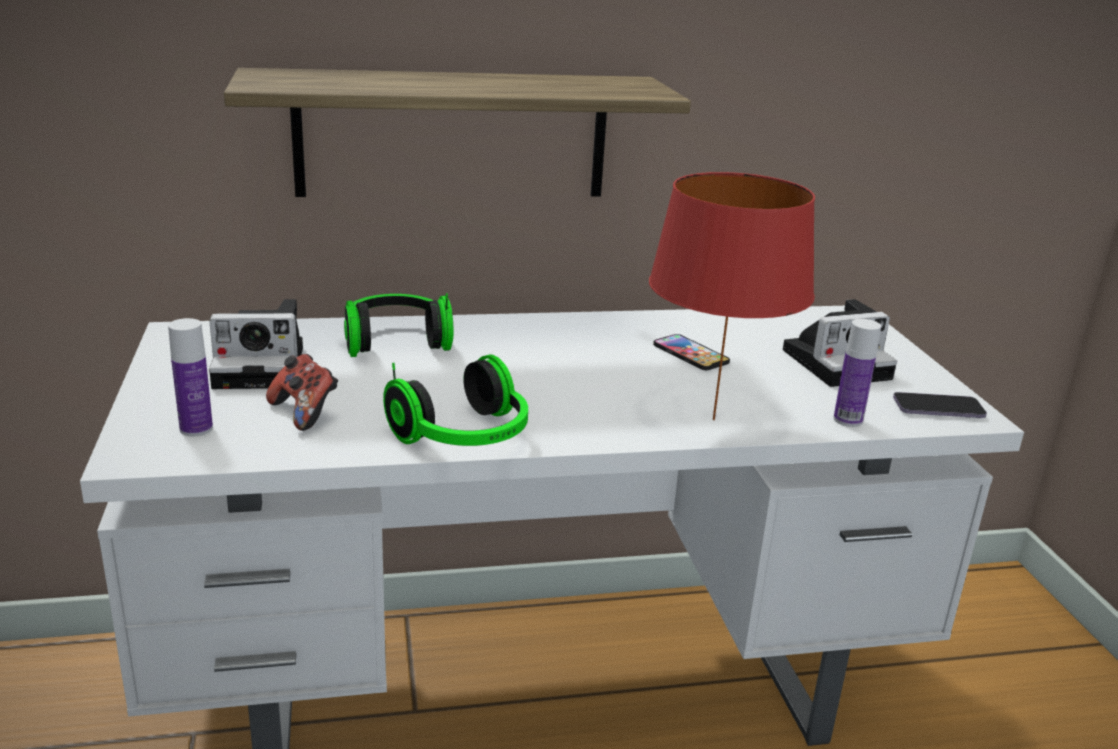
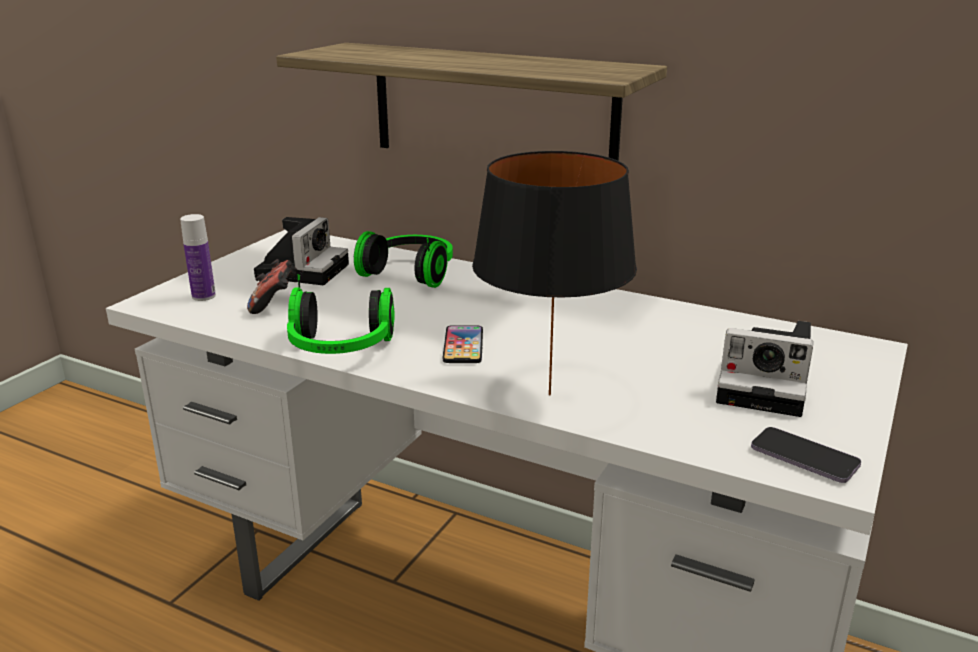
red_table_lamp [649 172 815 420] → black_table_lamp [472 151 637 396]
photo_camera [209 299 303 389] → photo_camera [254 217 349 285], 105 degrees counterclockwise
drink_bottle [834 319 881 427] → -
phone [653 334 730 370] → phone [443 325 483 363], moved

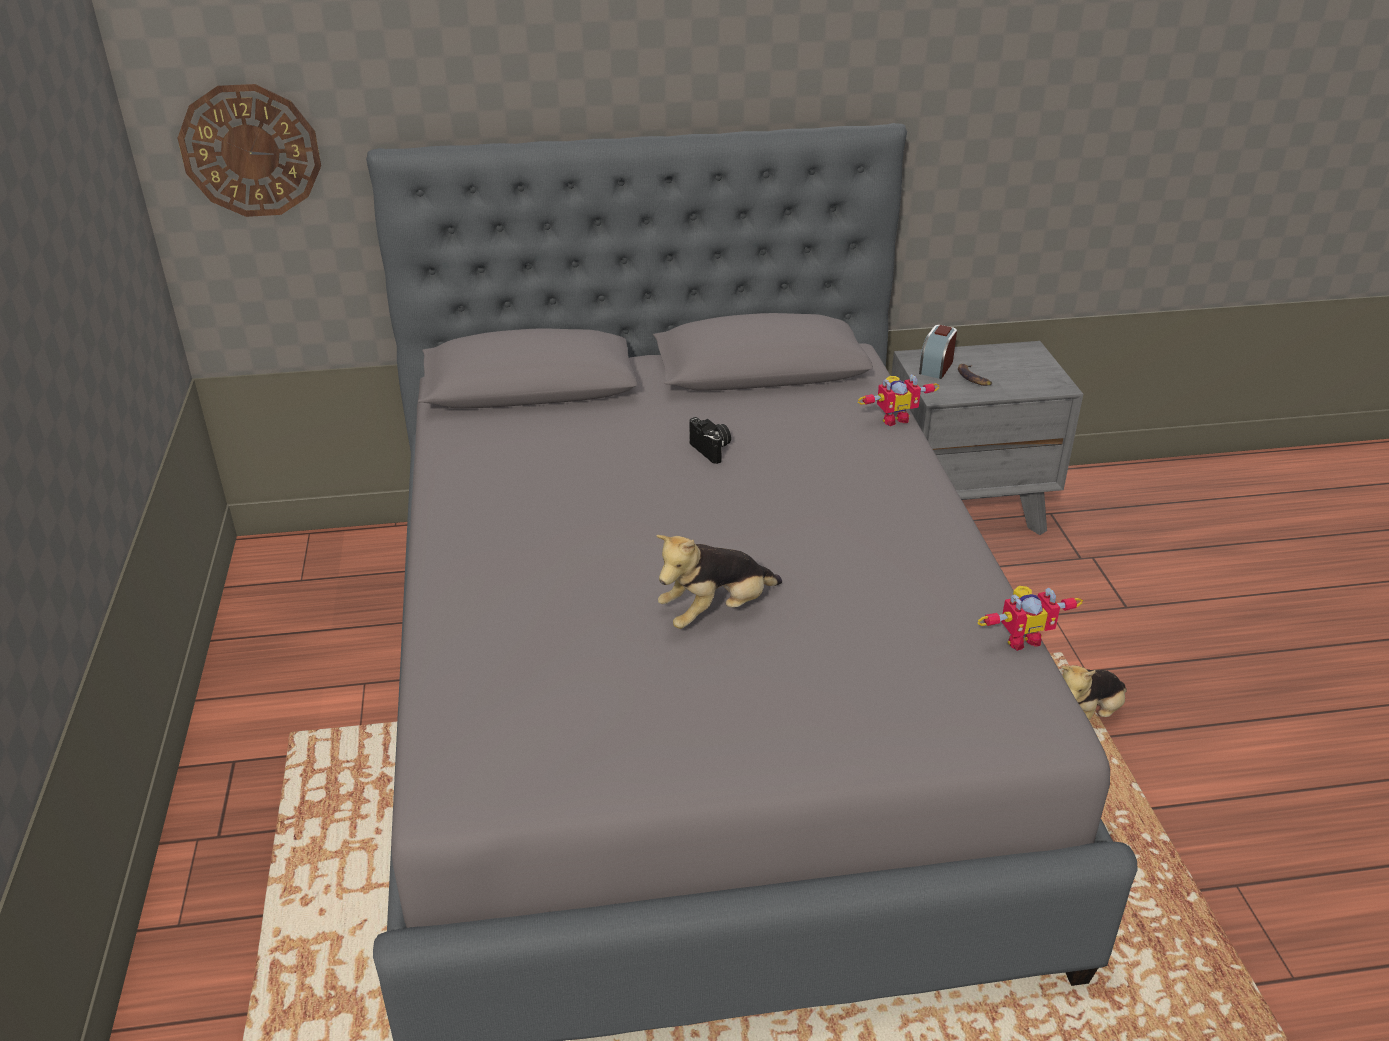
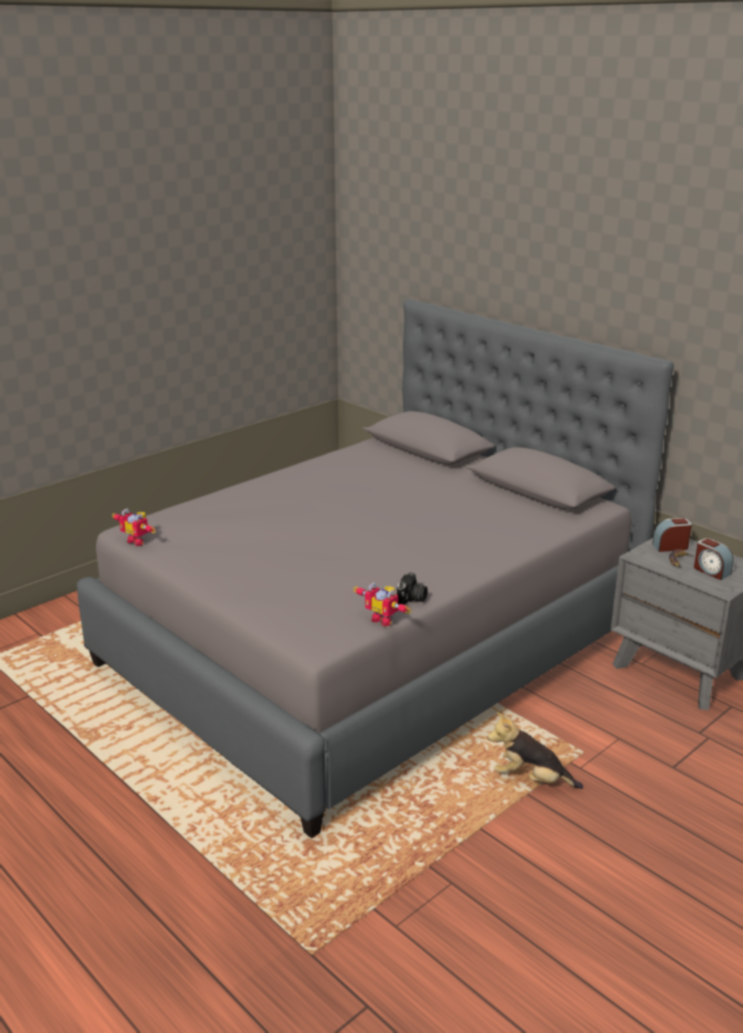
hanging_clock [177 84 321 217] → -
model_robot [858 374 940 426] → model_robot [112 509 156 546], moved
photo_camera [689 417 731 464] → photo_camera [397 572 428 605], moved
cuddly_toy [656 535 782 629] → -
- → alarm_clock [694 538 734 580]

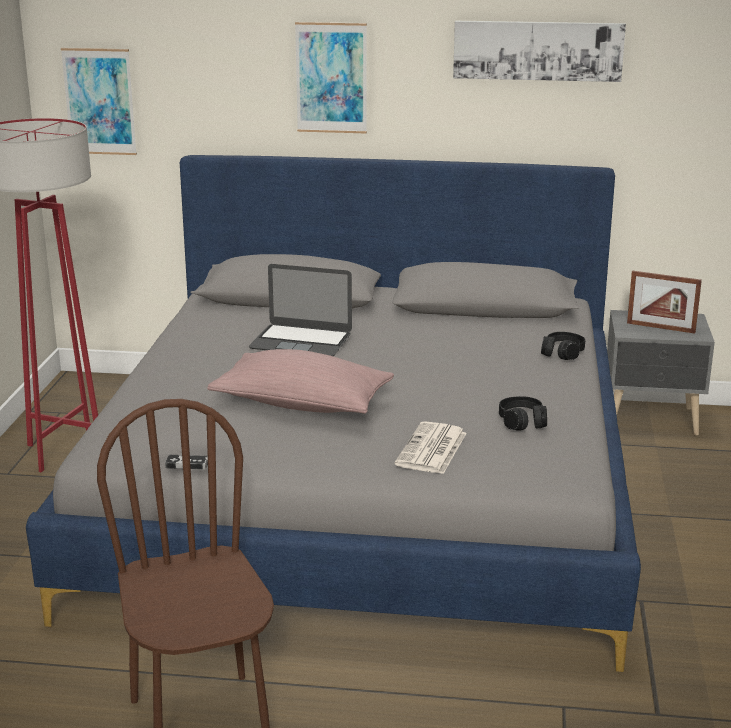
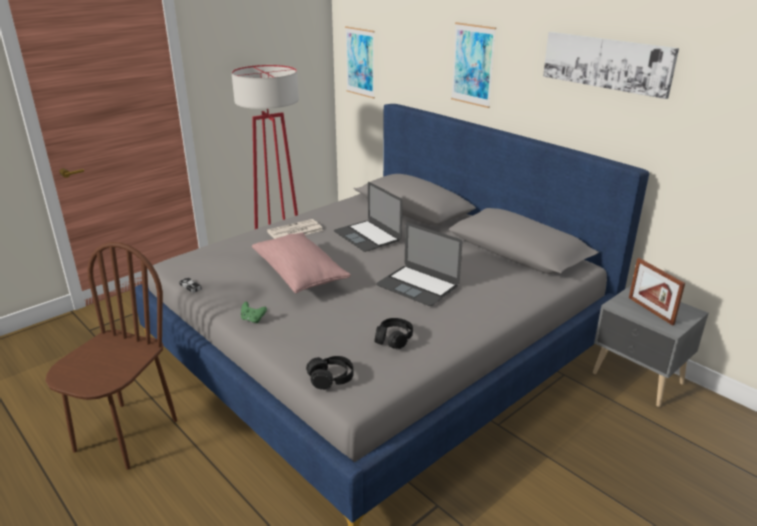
black_headphones [541 332 585 360] → black_headphones [306 356 353 390], moved
newspaper [394 421 467 474] → newspaper [267 219 323 239], moved
- → laptop [376 223 462 306]
- → greenish_game_controller [241 302 267 324]

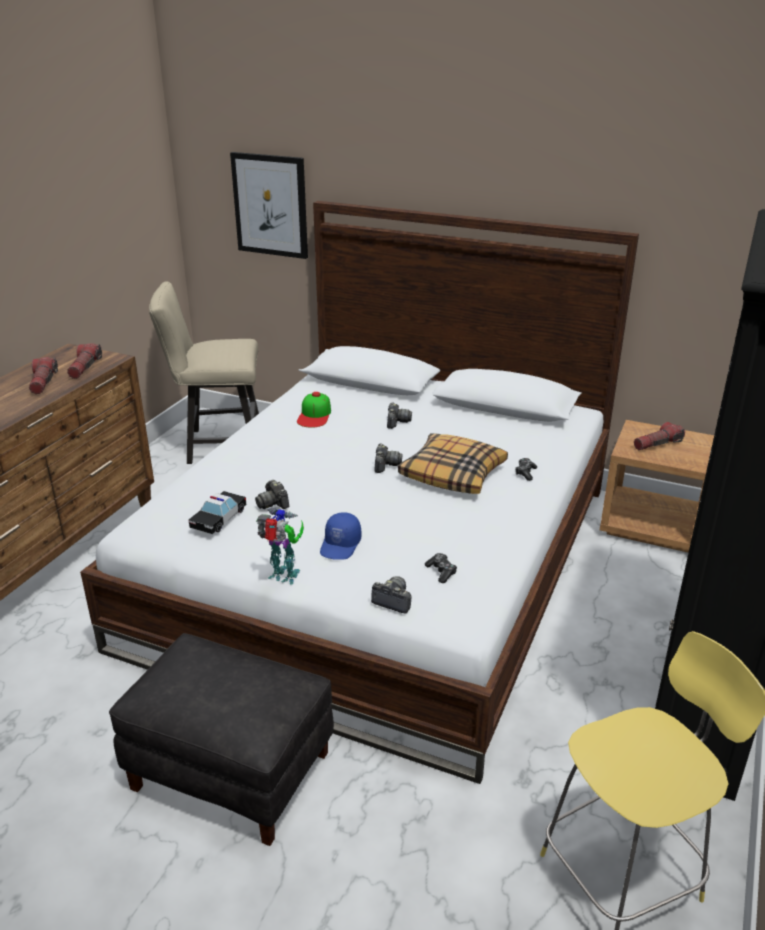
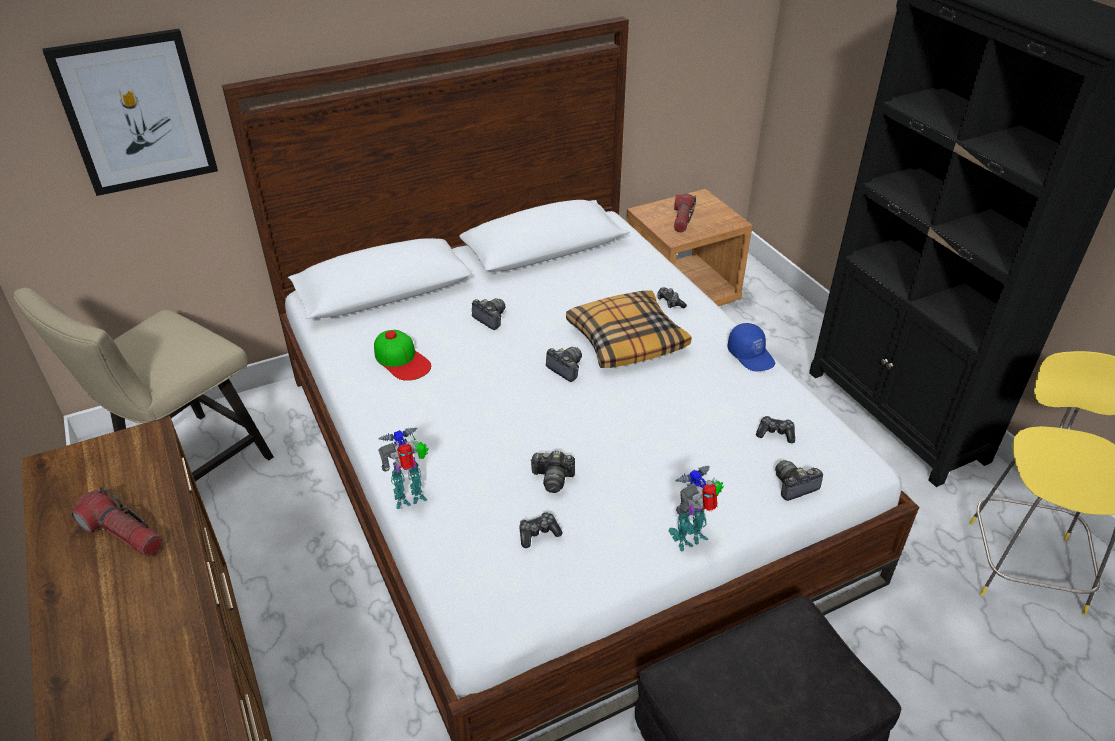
torch [67 343 102 379] → -
toy_car [188 491 246 534] → game_controller [519 512 562 548]
blue-coloured_peaked_cap [320 512 361 560] → blue-coloured_peaked_cap [728 323 775 371], moved
- → model_robot [378 428 429 509]

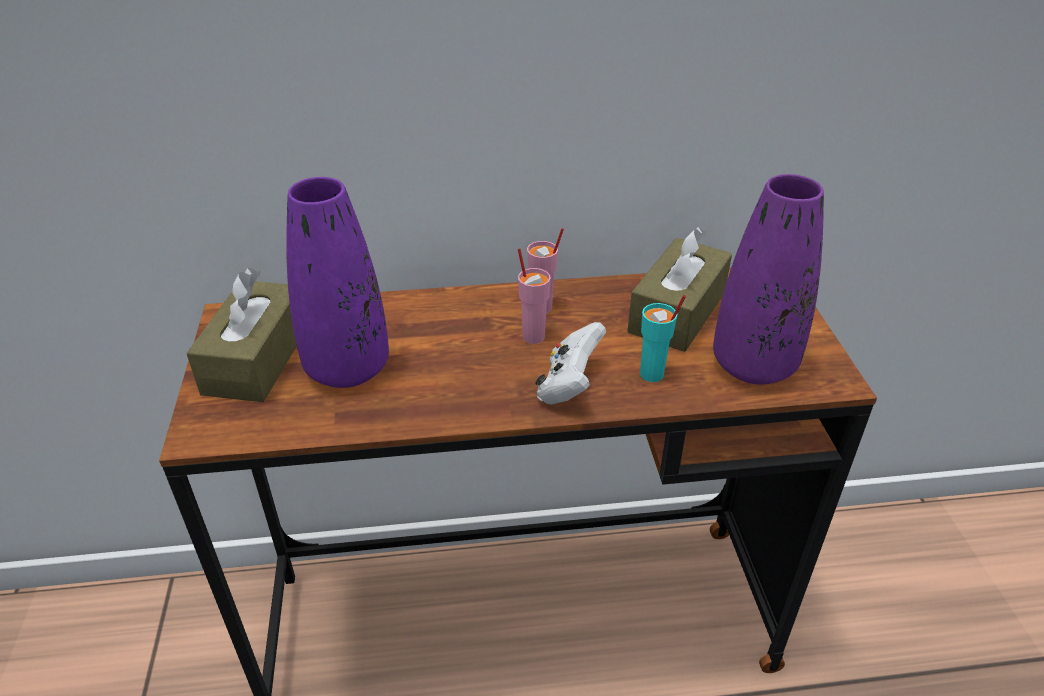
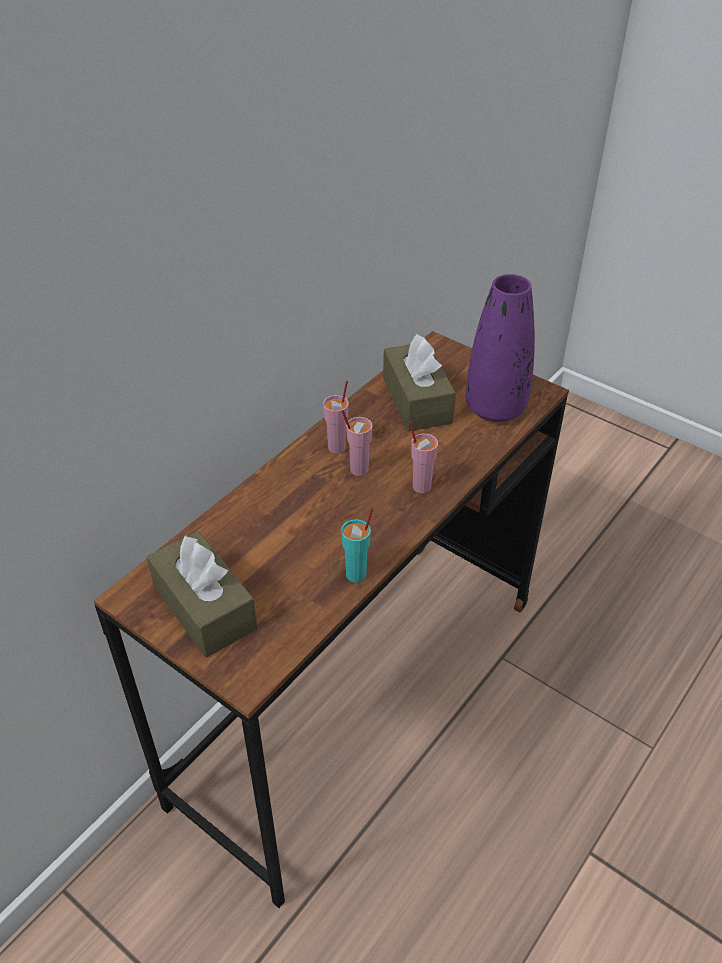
purple-coloured_flower_vase [286 177 389 388] → -
turquoise-coloured_small_cup [640 295 686 382] → turquoise-coloured_small_cup [341 508 374 583], moved
white_game_controller [535 322 606 405] → pink_small_cup [409 421 438 493]

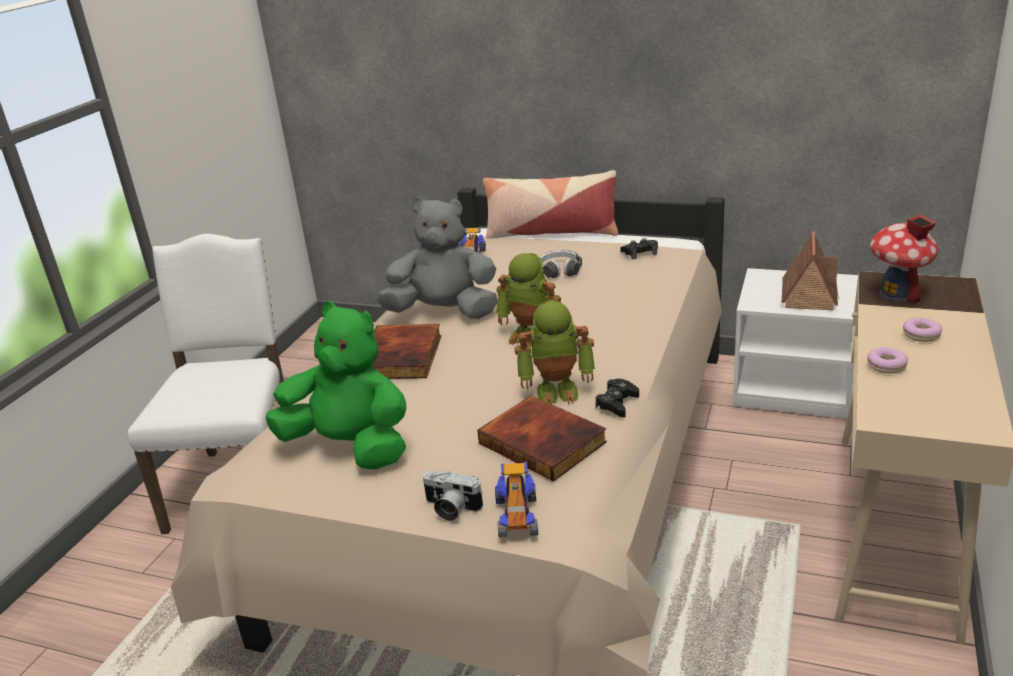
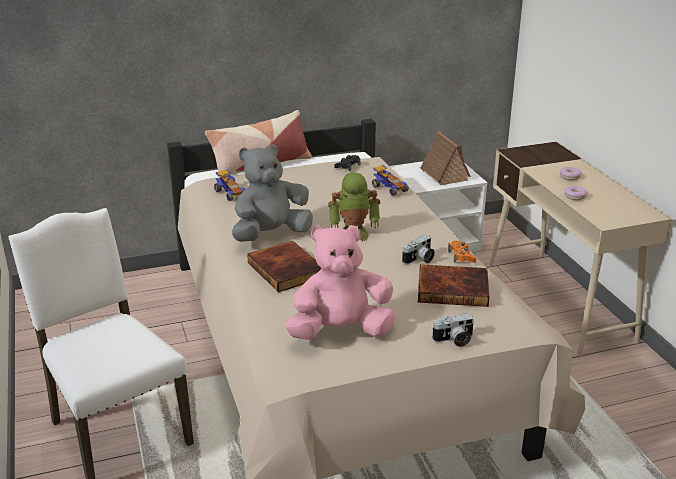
toy_house [870 214 938 304] → -
headphones [540 250 582 278] → -
model_robot [515 300 595 404] → photo_camera [402 235 435 264]
greenish_cuddly_toy [266 301 407 470] → pink_cuddly_toy [285 225 396 340]
black_game_controller [595 379 639 417] → orange-coloured_game_controller [448 241 476 263]
toy_car [495 462 538 538] → toy_car [372 165 409 196], moved

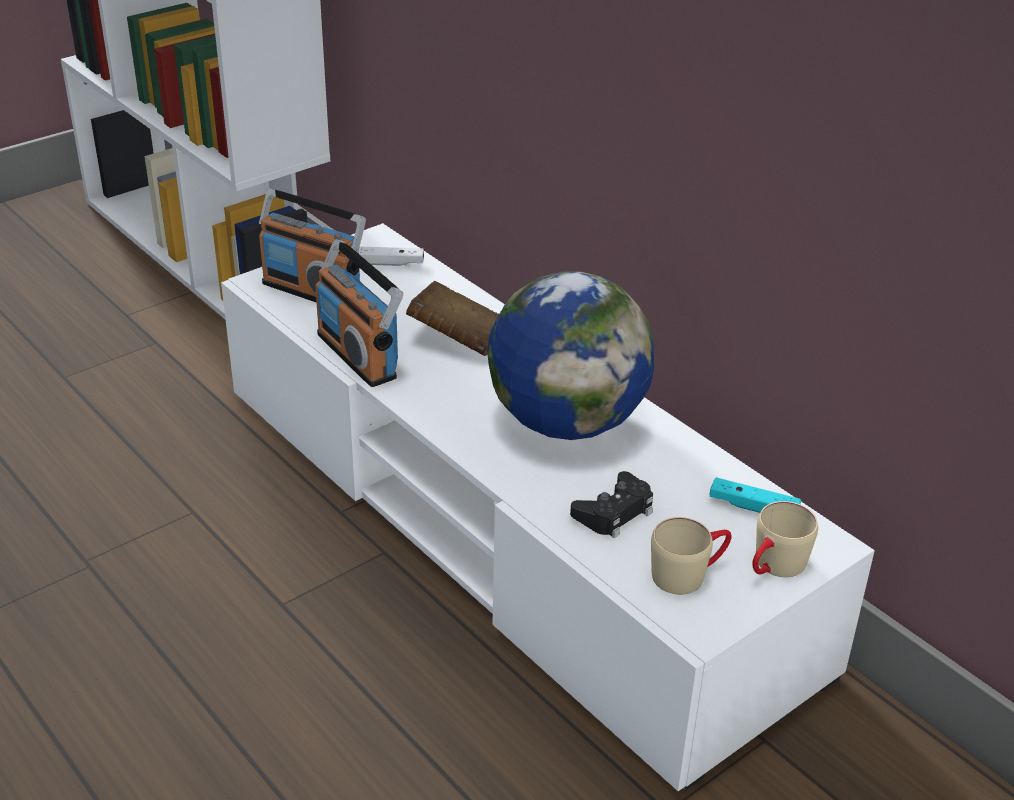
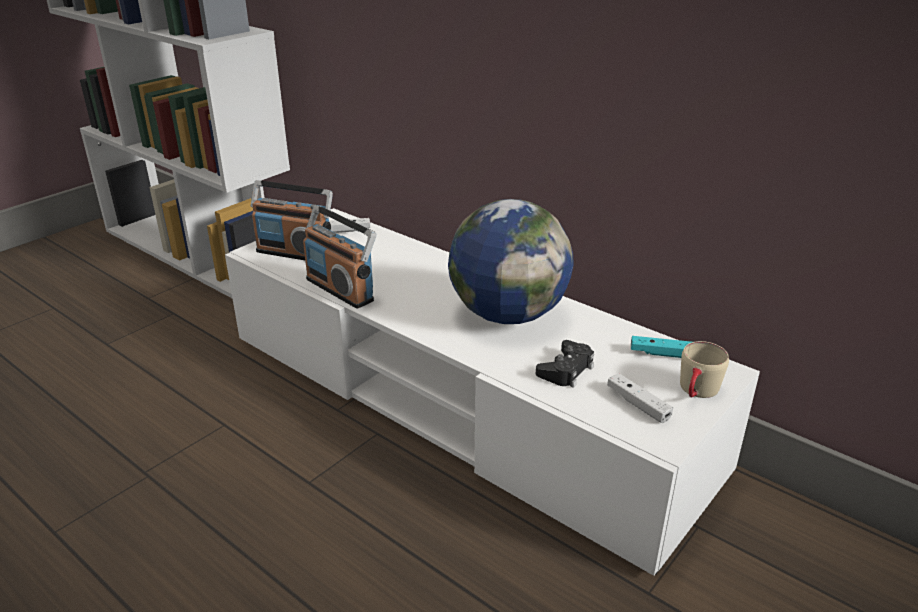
brown_book [406 281 499 356] → -
beige_coffee_mug [651 517 732 595] → white_game_controller [607 373 673 423]

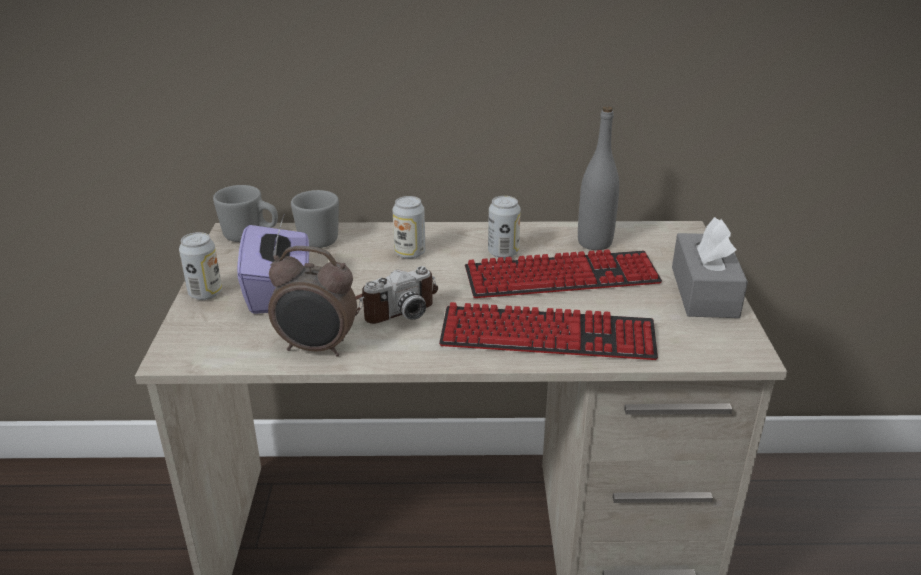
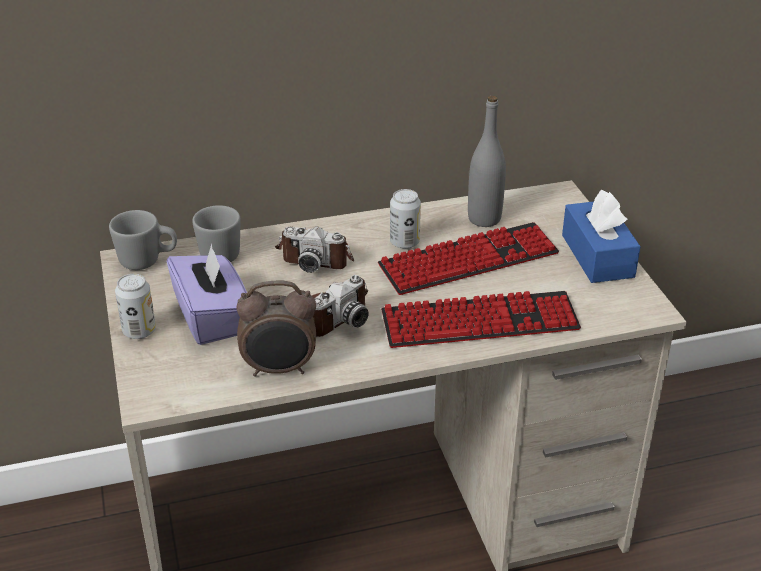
can [393 196 425 259] → photo_camera [275 226 354 273]
greyish_tissue_box [672 217 748 318] → blue-coloured_tissue_box [562 190 641 283]

